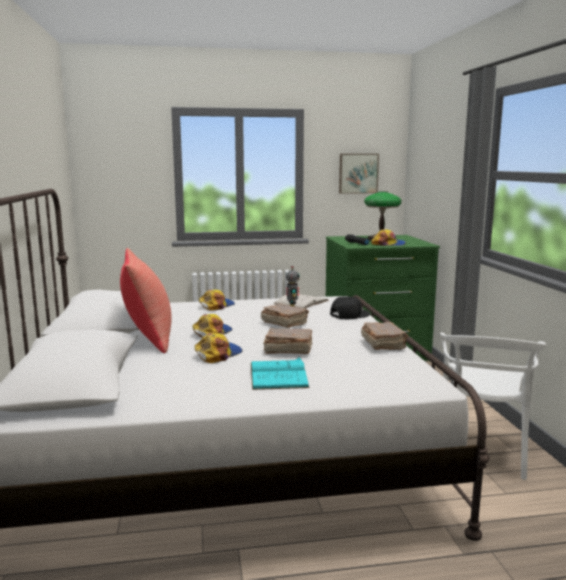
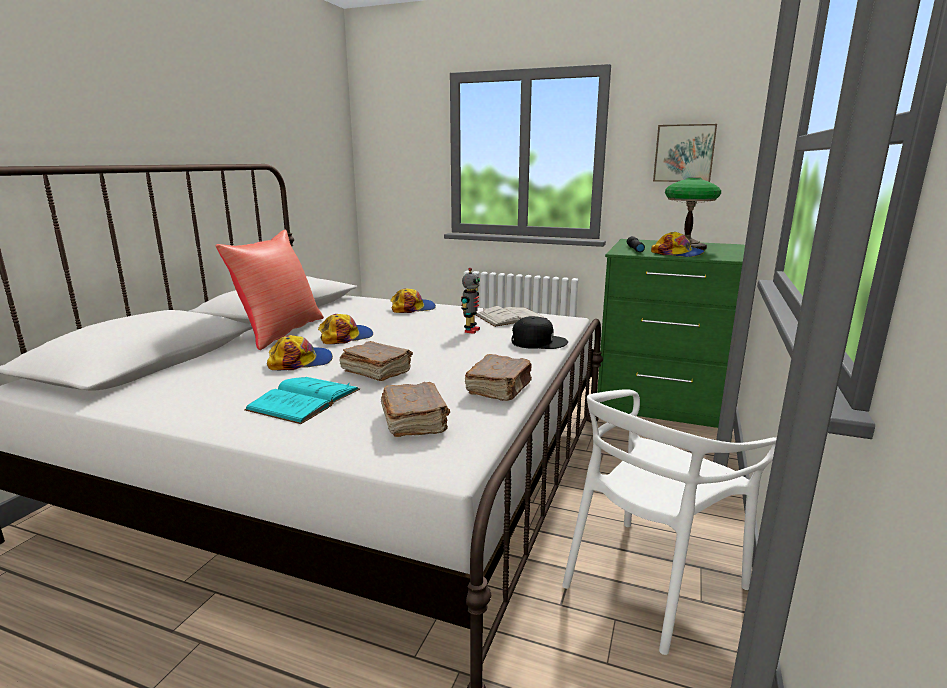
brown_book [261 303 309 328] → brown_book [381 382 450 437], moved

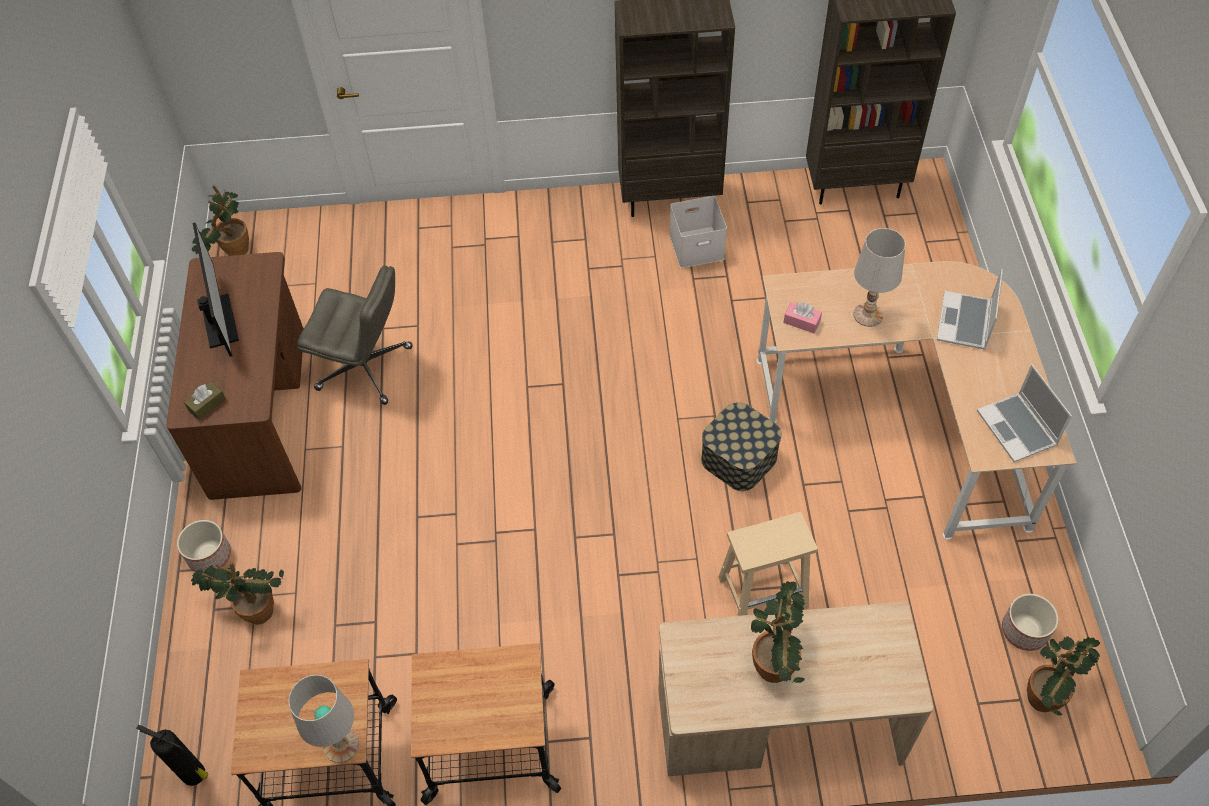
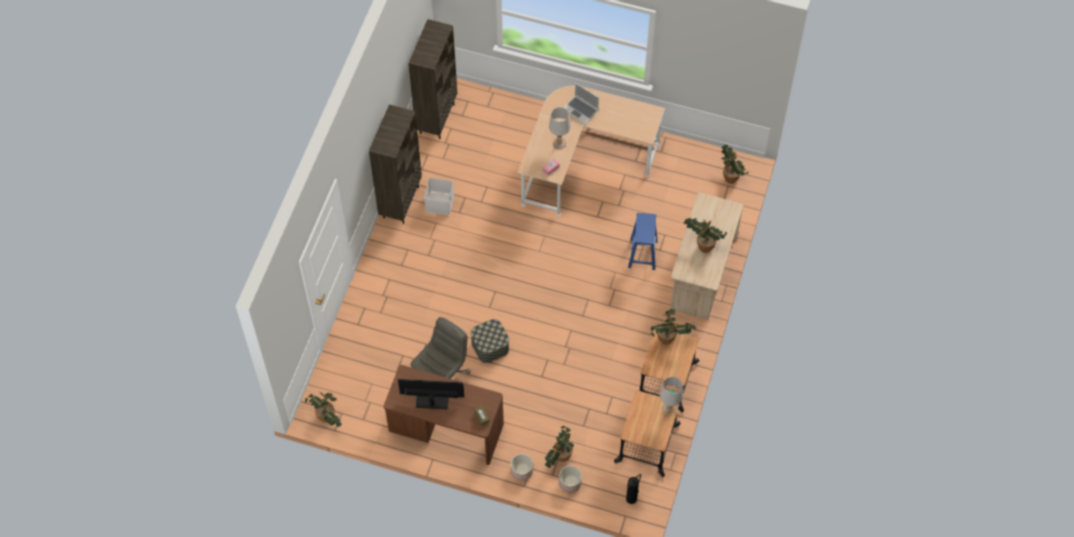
laptop [977 364 1072 462] → -
storage_container [701 403 782 491] → storage_container [471 319 509 363], moved
beige_stool [718 512 818 616] → blue-coloured_stool [628 213 657 270]
flower_pot [1002 594 1058 651] → flower_pot [559 465 582 492], moved
- → houseplant [651 309 696 345]

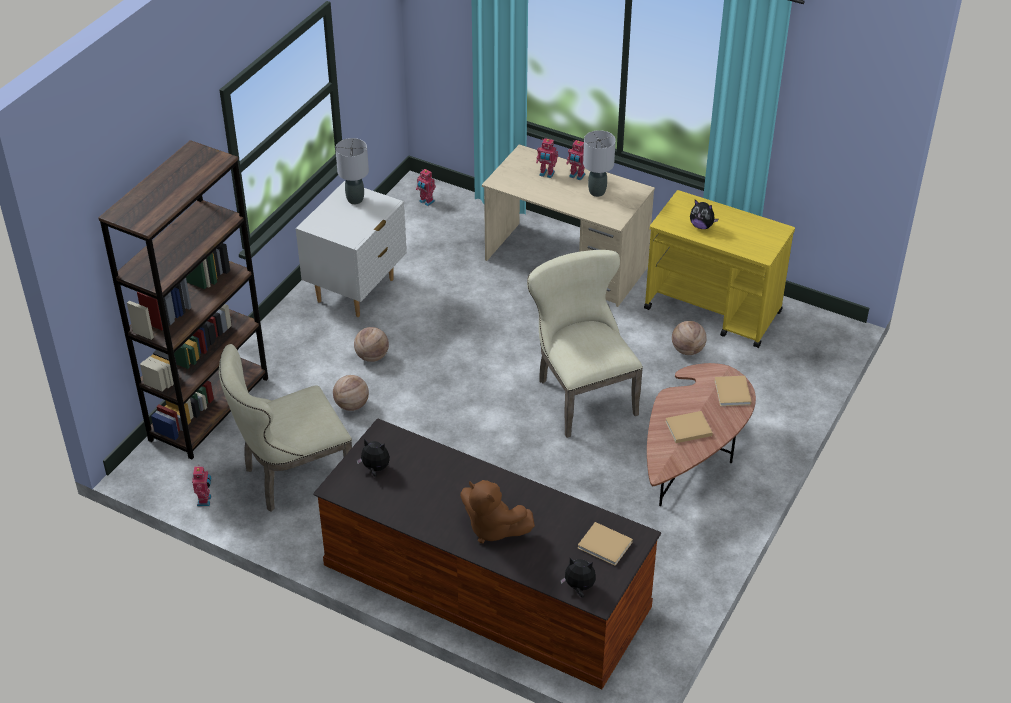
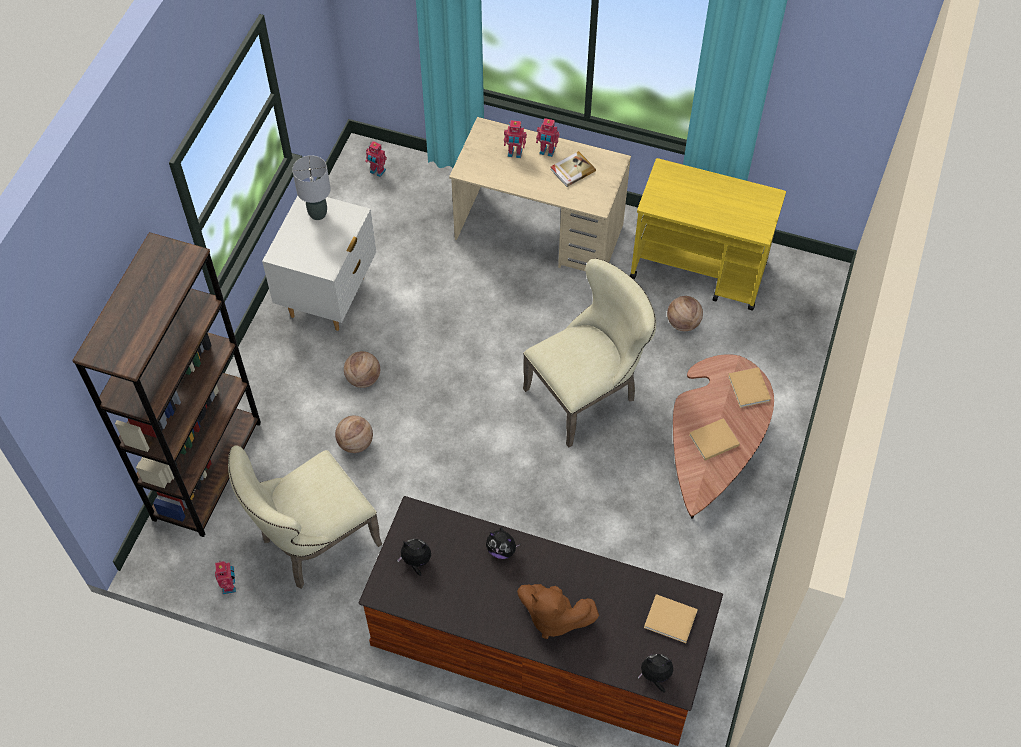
greyish_table_lamp [583 130 616 197] → book [550 151 596 187]
cuddly_toy [690 200 719 229] → cuddly_toy [486 527 520 559], moved
beige_upright_chair [527 250 643 438] → beige_upright_chair [523 258 656 448], 90 degrees clockwise

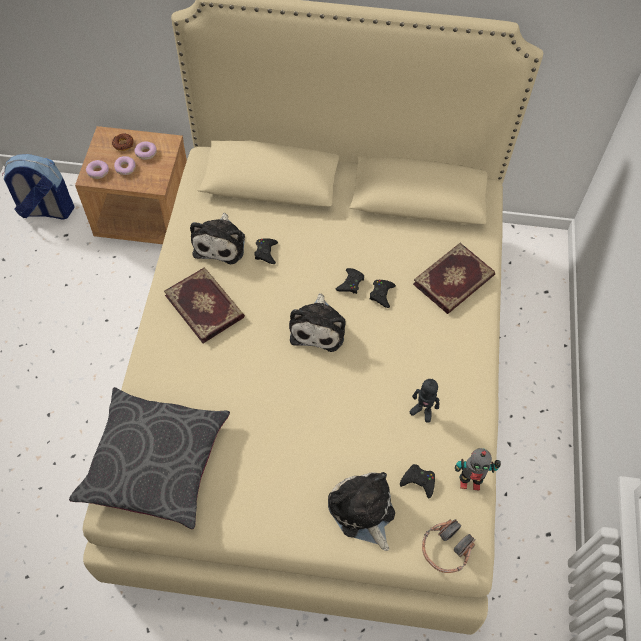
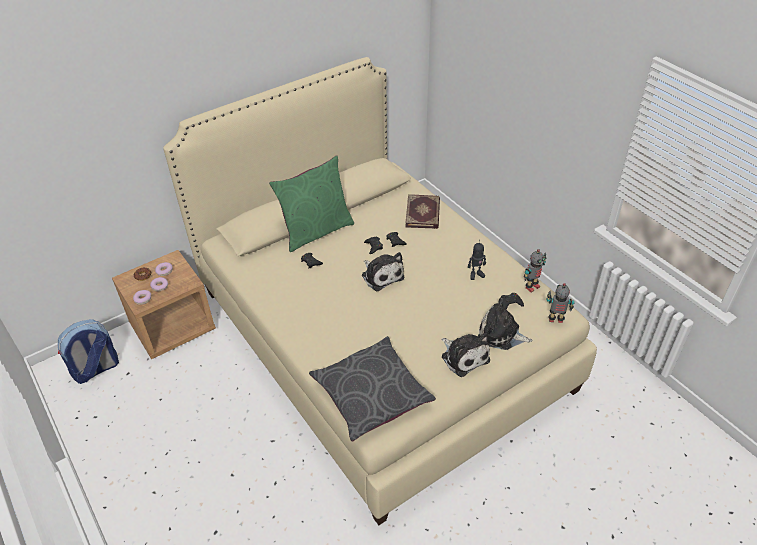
cuddly_toy [190 213 245 264] → cuddly_toy [442 333 490 377], moved
book [164 267 245 343] → -
headphones [422 519 476 573] → model_robot [547 283 575 323]
- → greenish_cushion [269 156 354 252]

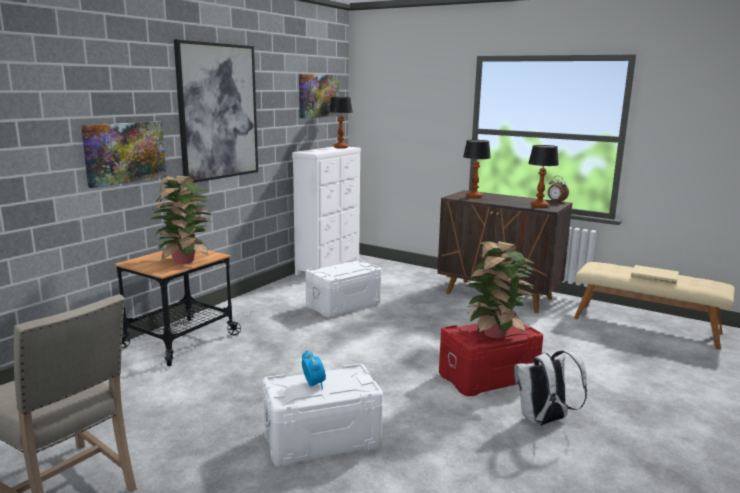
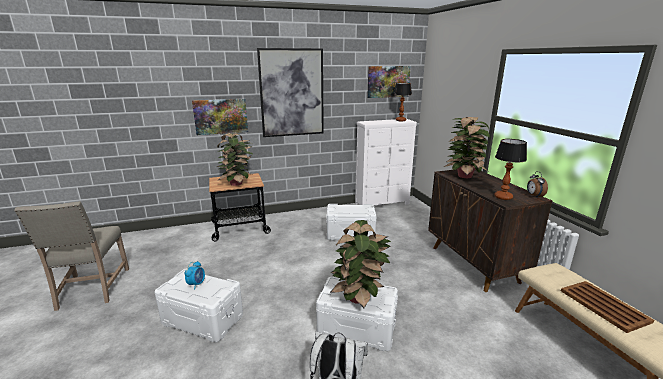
table_lamp [463 140 491 198] → houseplant [444 117 490 178]
beige_book [631 265 679 284] → brown_carrying_tray [561 281 654 333]
red_storage_container [439 324 543 396] → white_storage_container [316 277 398 351]

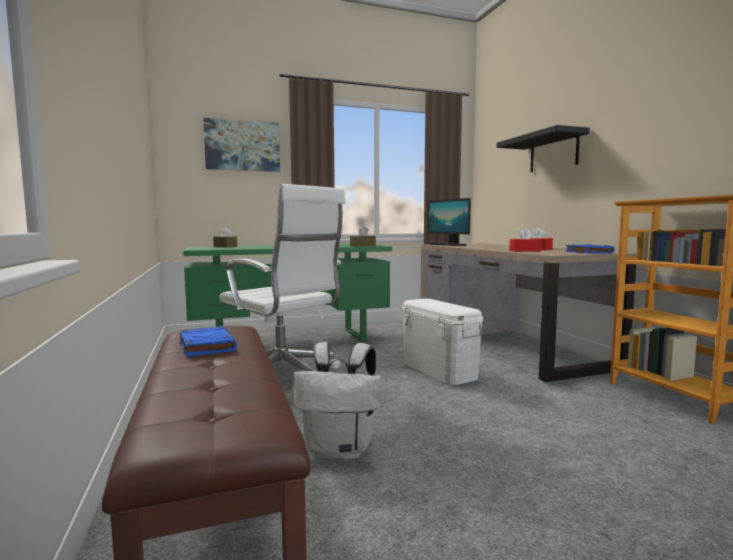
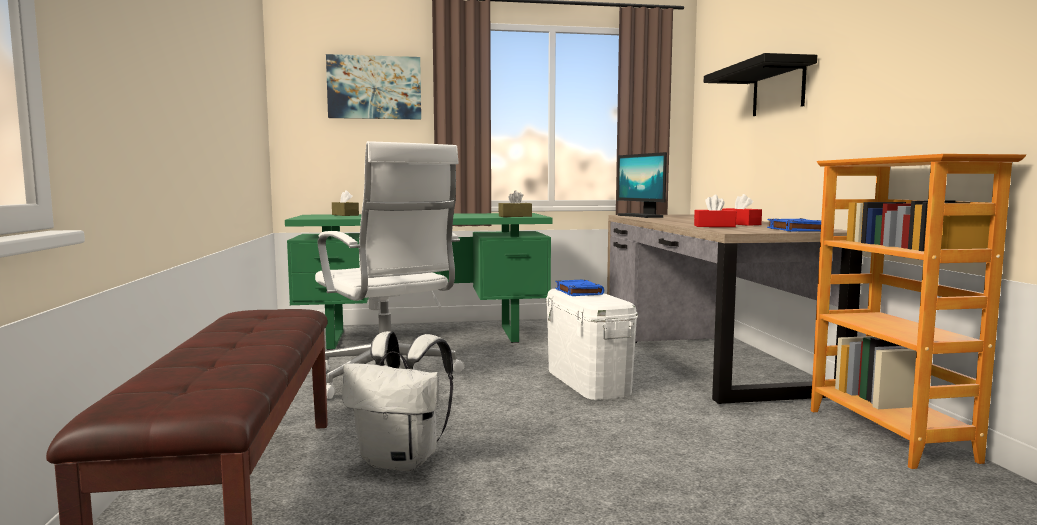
blue-coloured_book [180 326 237 357] → blue-coloured_book [555 279 604 296], moved

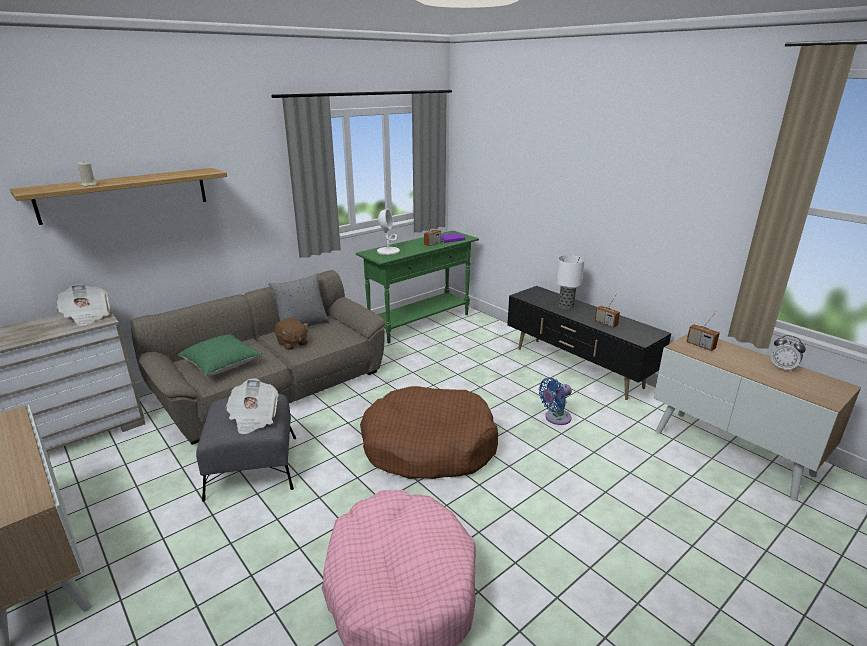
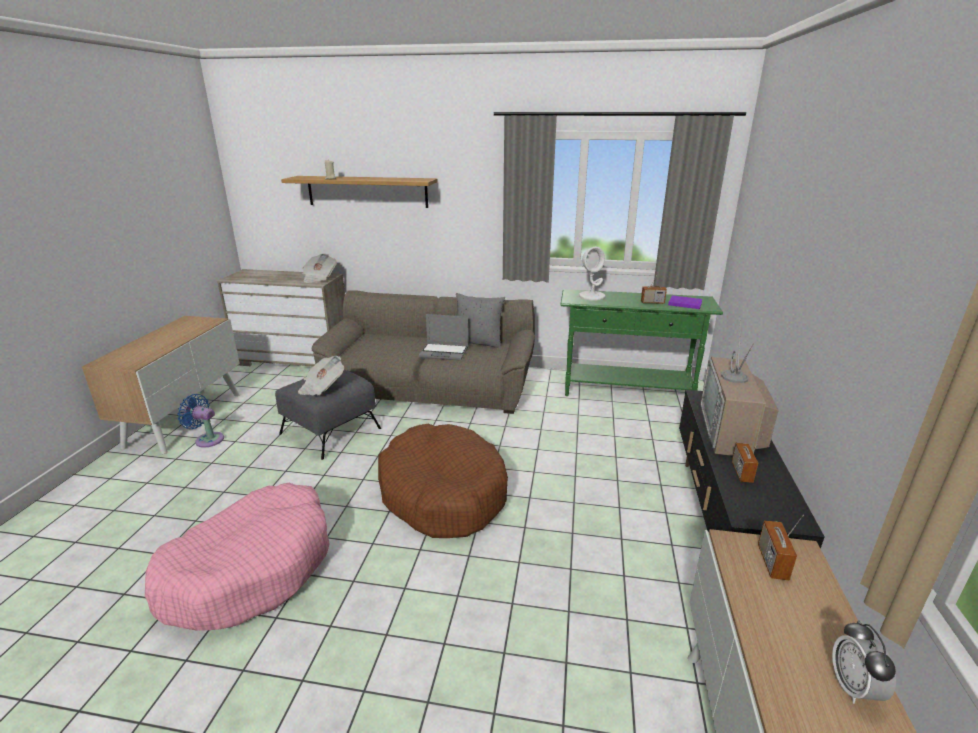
table_lamp [556 255 585 310] → TV [701 319 779 456]
brown_cuddly_toy [275 318 308 350] → laptop [419 314 468 361]
greenish_cushion [178 334 262 376] → -
blue-coloured_fan [539 378 572 425] → blue-coloured_fan [177 394 224 447], moved

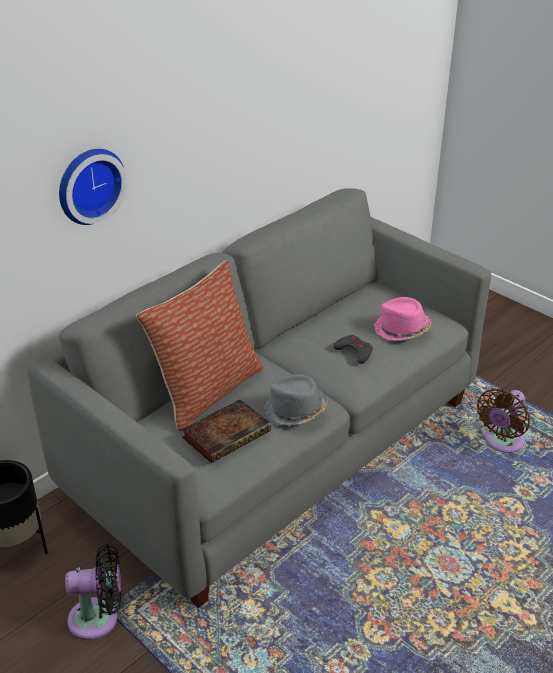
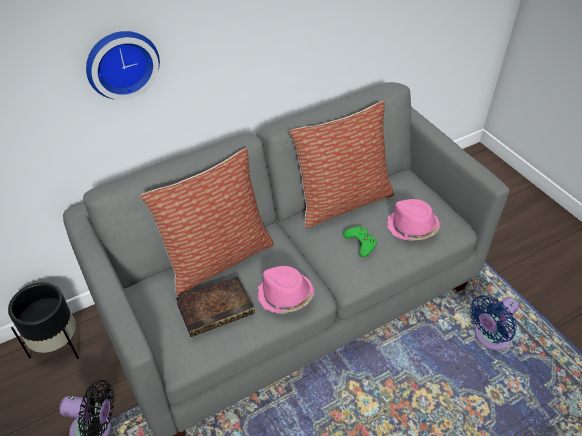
greyish_game_controller [334 335 373 364] → greenish_game_controller [343 226 377 257]
greyish_wearable_hat [264 374 328 426] → pink_wearable_hat [258 266 314 314]
brown_fan [477 388 530 453] → blue-coloured_fan [470 295 519 350]
- → cushion [289 101 394 228]

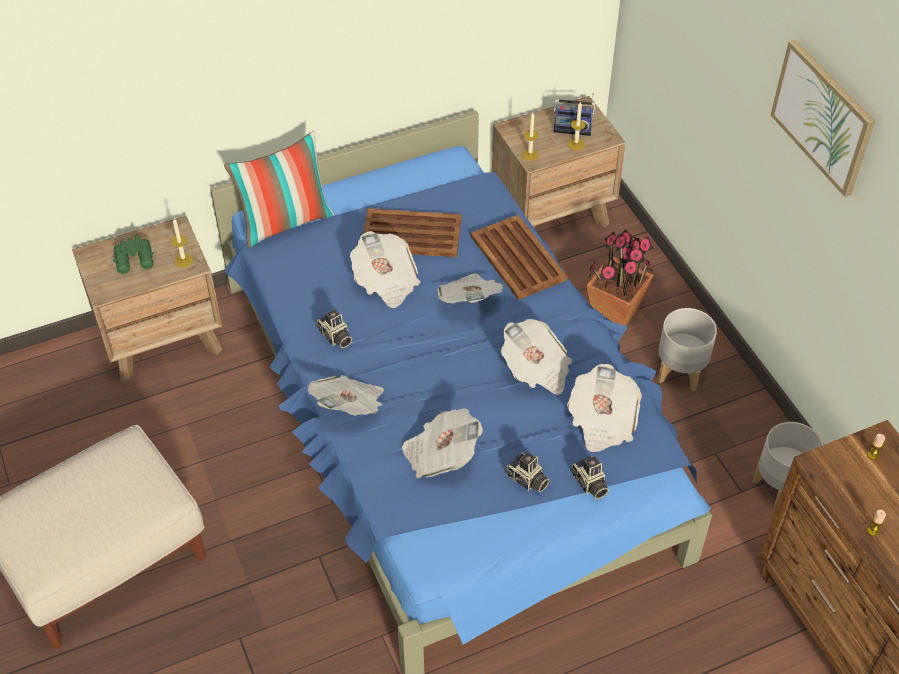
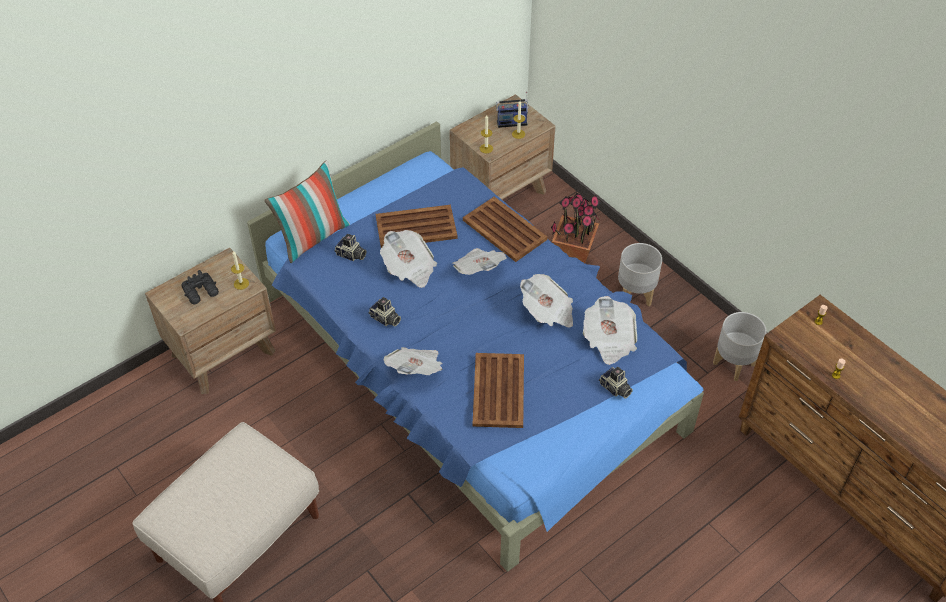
wall_picture [771 39 875 197] → -
greenish_field_glasses [113 234 154 274] → black_field_glasses [181 270 219 304]
newspaper [402 408 483 479] → brown_carrying_tray [473 353 524 428]
photo_camera [505 452 550 492] → photo_camera [335 234 366 261], moved

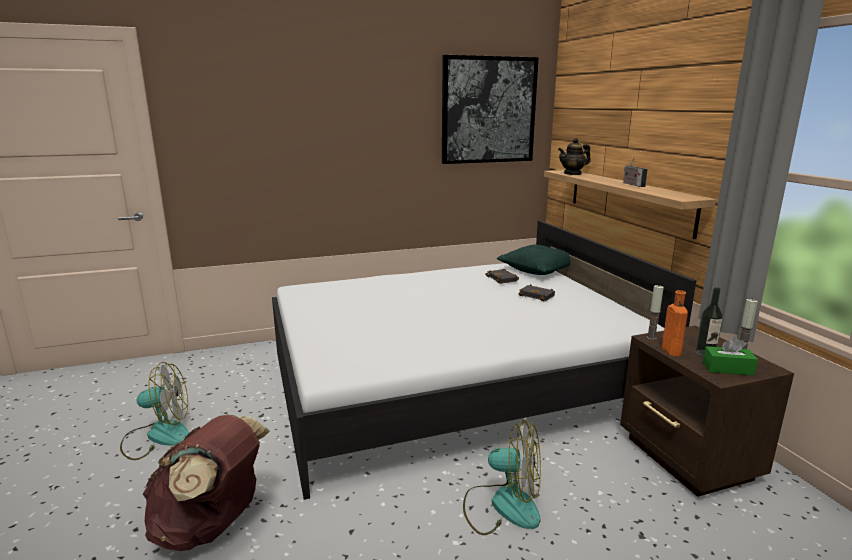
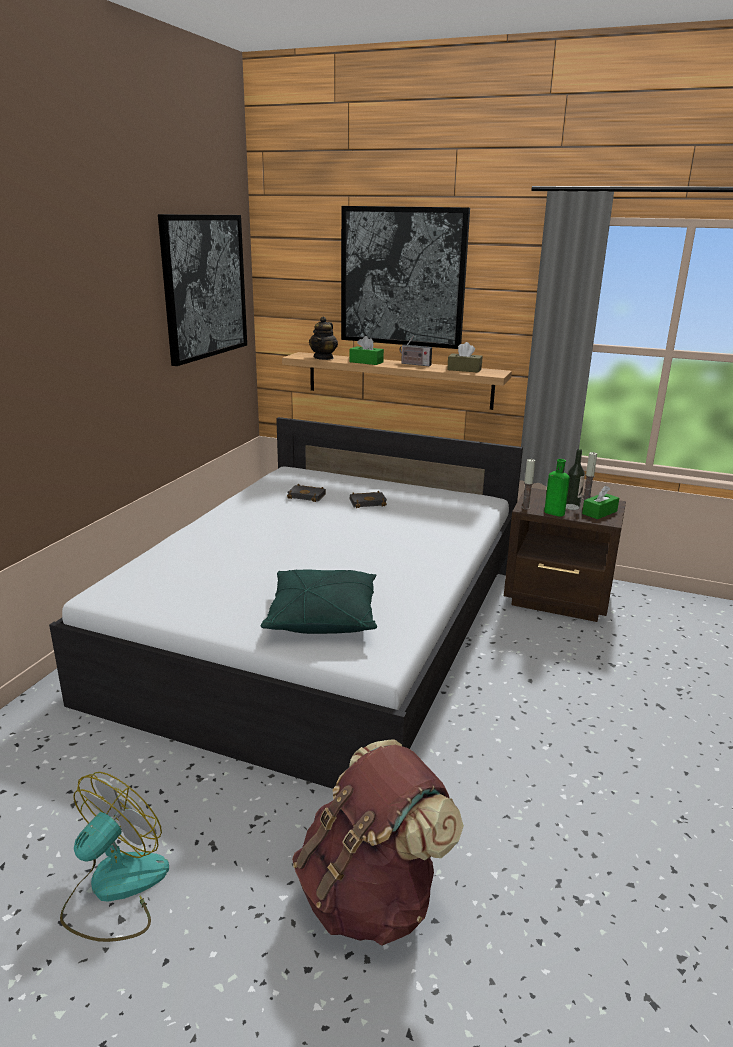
greenish_cushion [497 244 571 275] → greenish_cushion [260 569 377 634], moved
orange-coloured_drink_bottle [662 290 688 356] → greenish_drink_bottle [544 459 570 517]
fan [463 420 541 535] → -
- → wall_picture [341 206 470 349]
- → greenish_tissue_box [349 336 384 365]
- → brown_tissue_box [447 342 482 373]

